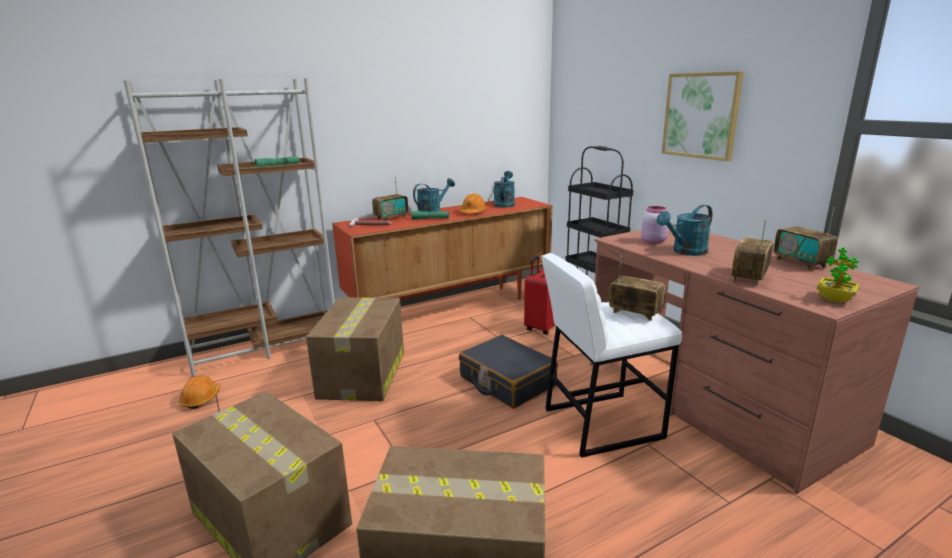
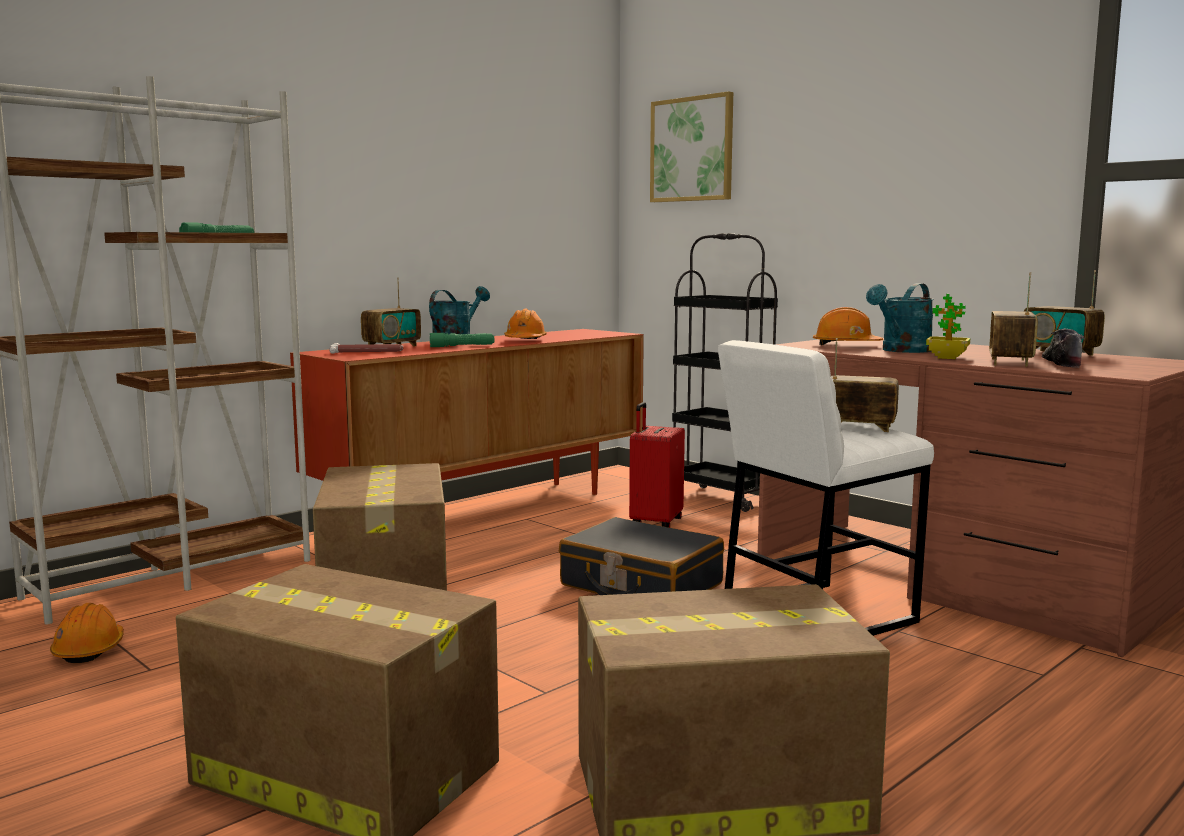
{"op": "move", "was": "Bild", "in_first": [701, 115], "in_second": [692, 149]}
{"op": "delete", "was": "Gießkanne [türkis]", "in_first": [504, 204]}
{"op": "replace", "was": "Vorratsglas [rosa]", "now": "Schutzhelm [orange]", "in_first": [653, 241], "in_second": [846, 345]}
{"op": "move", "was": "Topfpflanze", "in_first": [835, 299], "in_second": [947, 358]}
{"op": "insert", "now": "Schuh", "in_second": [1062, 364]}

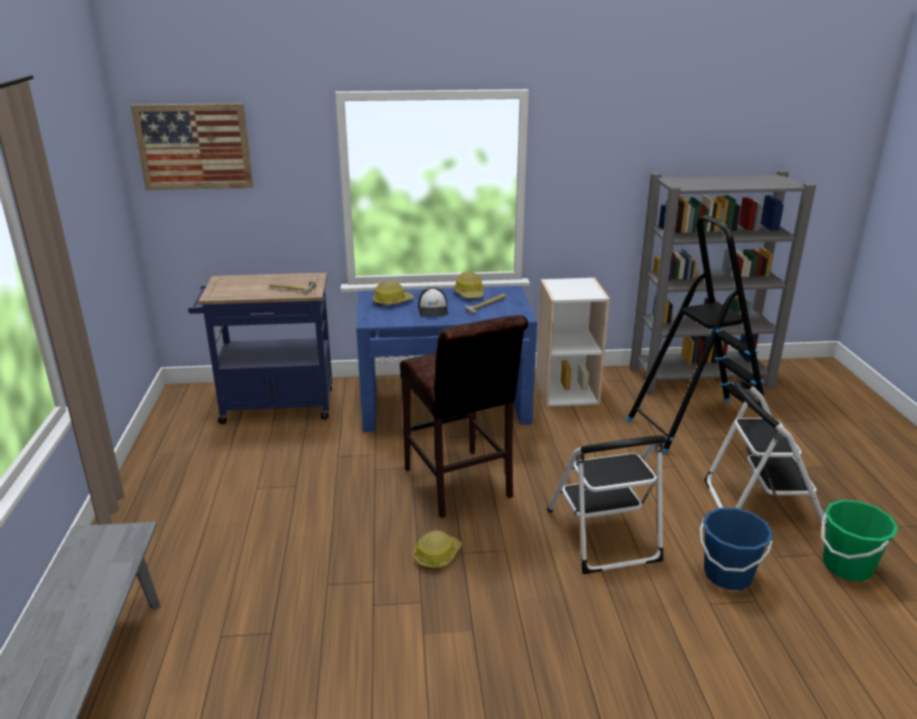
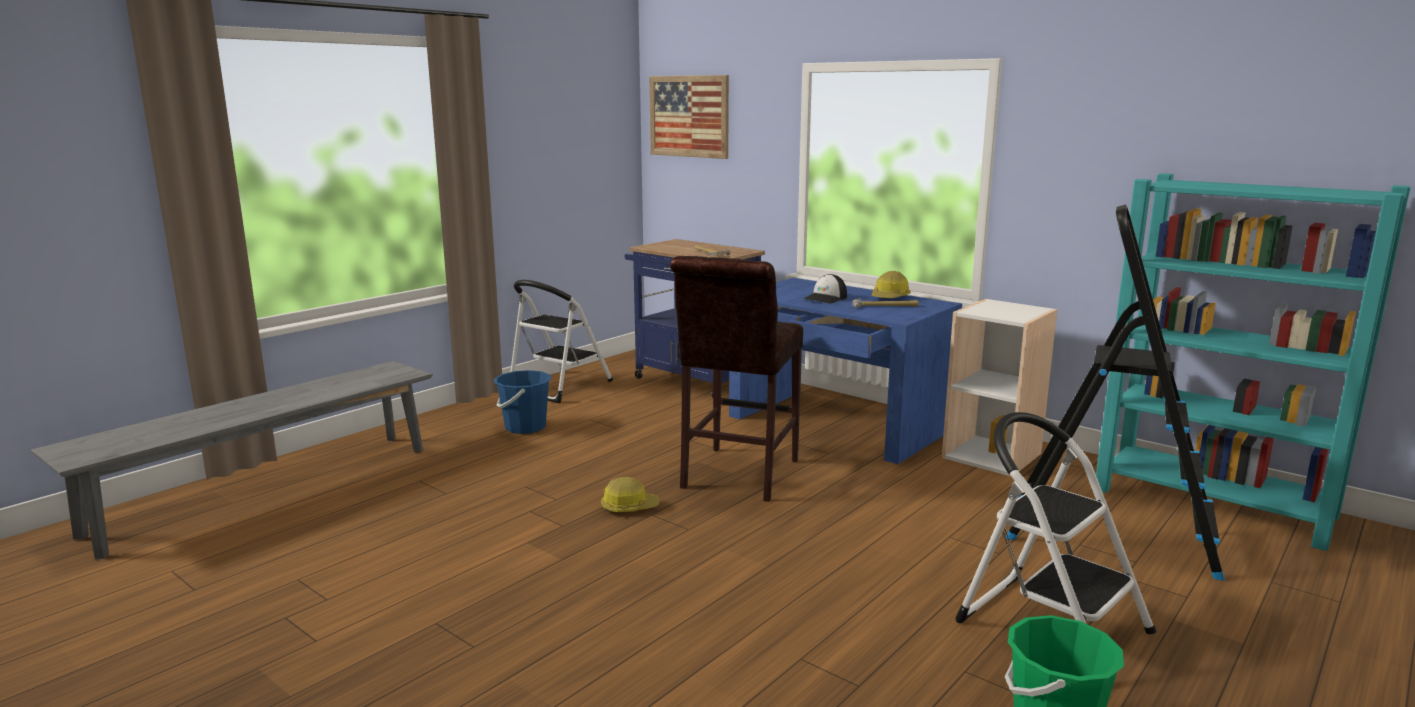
{"op": "recolor", "was": "Bücherregal [grau]", "now": "Bücherregal [türkis]", "in_first": [700, 378], "in_second": [1213, 502]}
{"op": "delete", "was": "Schutzhelm", "in_first": [392, 301]}
{"op": "move", "was": "Trittleiter", "in_first": [603, 537], "in_second": [558, 387]}
{"op": "move", "was": "Eimer [blau]", "in_first": [728, 575], "in_second": [525, 427]}

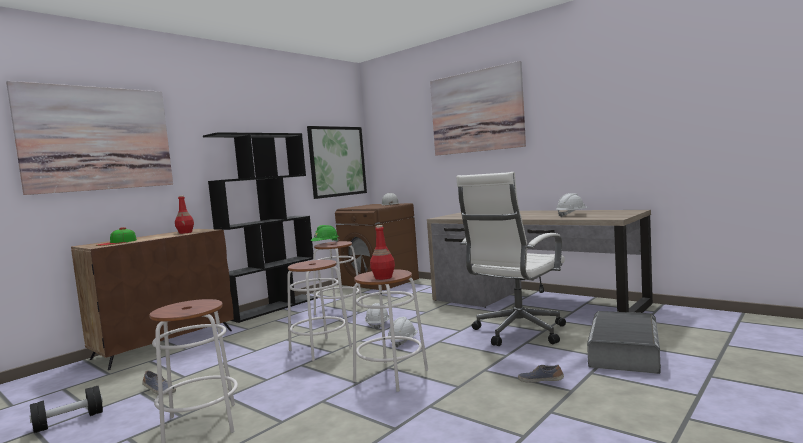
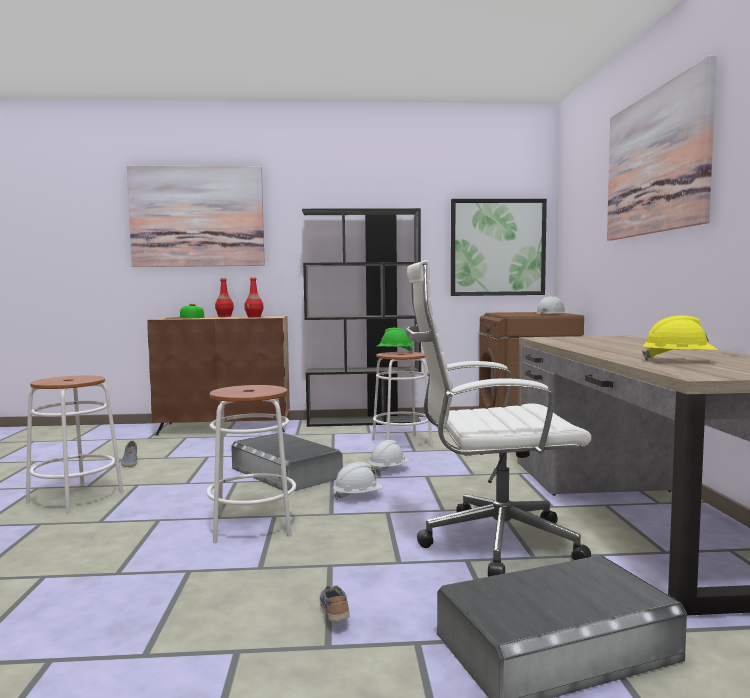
{"op": "recolor", "was": "Schutzhelm [weiß]", "now": "Schutzhelm [gelb]", "in_first": [571, 215], "in_second": [679, 361]}
{"op": "move", "was": "Flasche [rot]", "in_first": [383, 277], "in_second": [224, 316]}
{"op": "replace", "was": "Hocker [weiß]", "now": "Aufbewahrungsbox [grau]", "in_first": [320, 348], "in_second": [286, 473]}
{"op": "delete", "was": "Hantel [schwarz]", "in_first": [69, 421]}

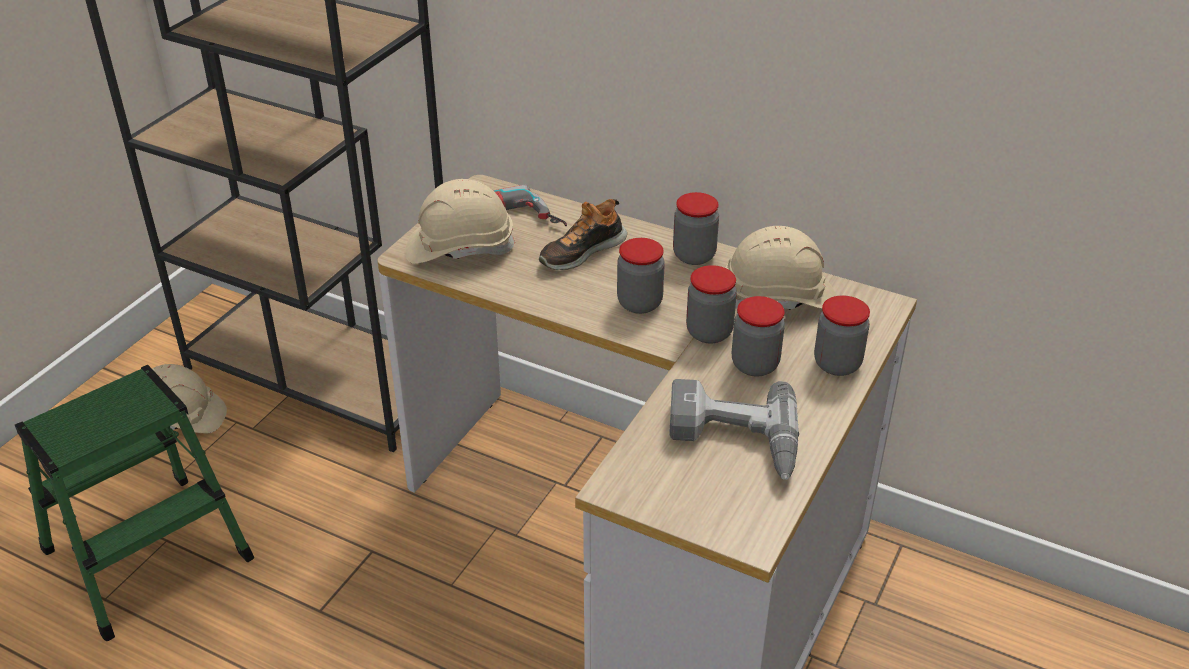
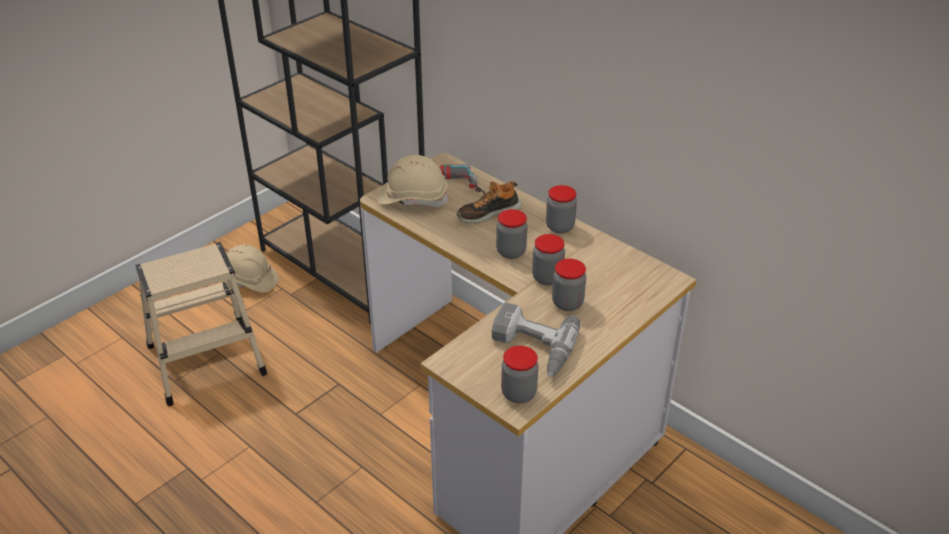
{"op": "delete", "was": "Schutzhelm [beige]", "in_first": [779, 297]}
{"op": "move", "was": "Vorratsglas", "in_first": [837, 364], "in_second": [518, 393]}
{"op": "recolor", "was": "Trittleiter [grün]", "now": "Trittleiter [beige]", "in_first": [147, 552], "in_second": [206, 358]}

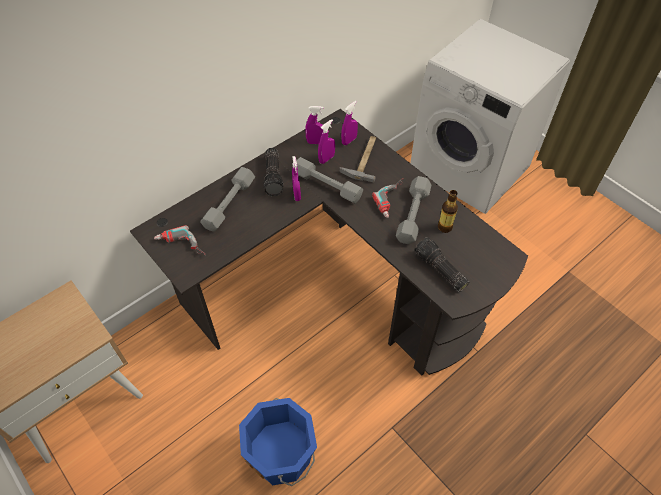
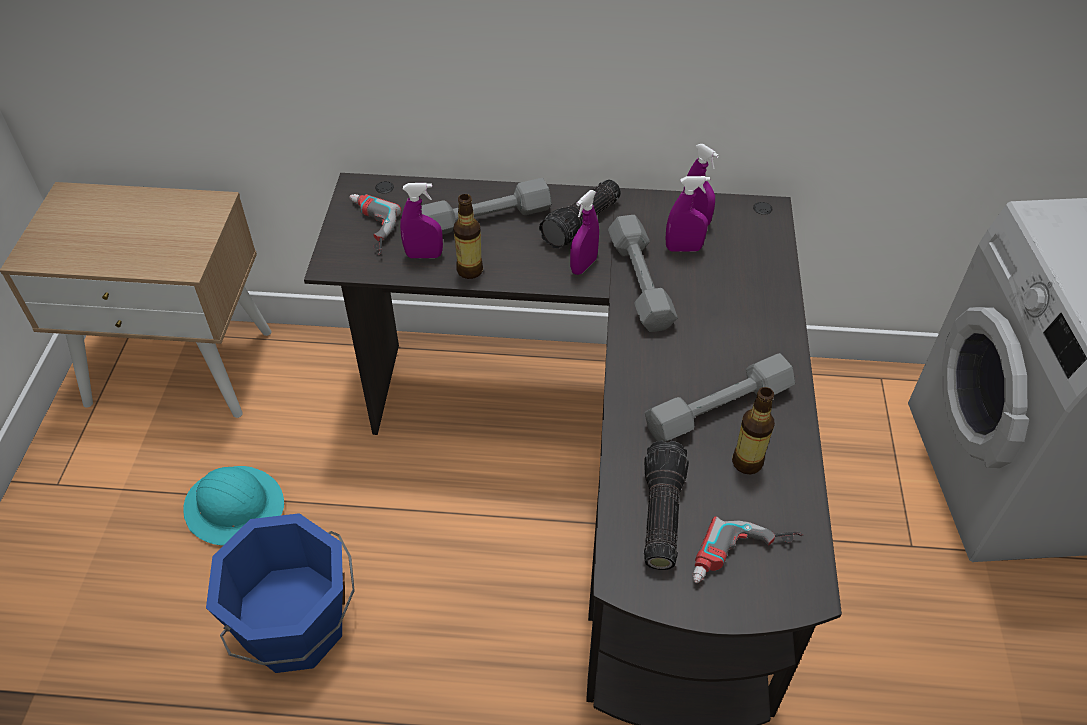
{"op": "move", "was": "Sprühflasche [lila]", "in_first": [349, 140], "in_second": [424, 255]}
{"op": "delete", "was": "Hammer", "in_first": [364, 158]}
{"op": "move", "was": "Bohrmaschine", "in_first": [393, 200], "in_second": [745, 561]}
{"op": "insert", "now": "Flasche", "in_second": [470, 270]}
{"op": "insert", "now": "Schutzhelm [türkis]", "in_second": [235, 507]}

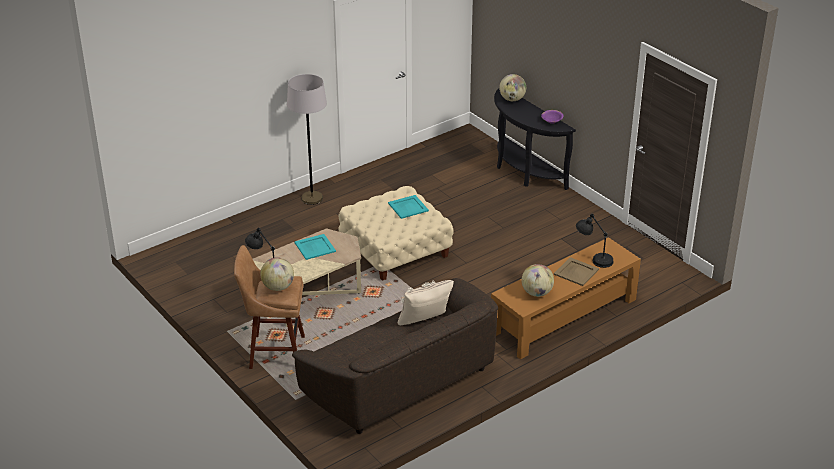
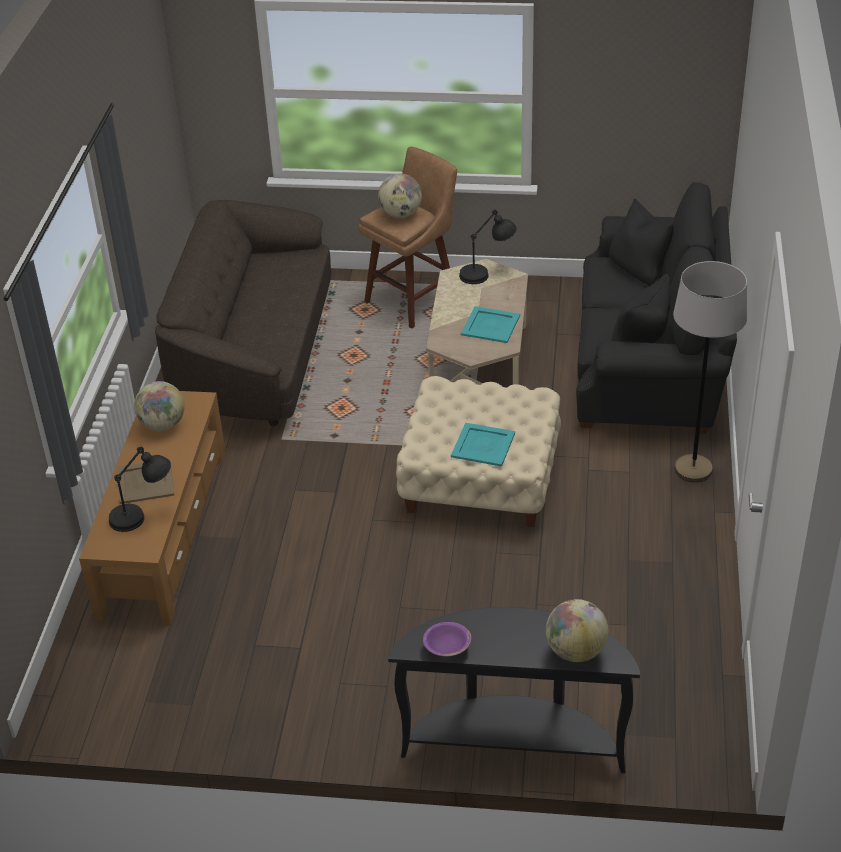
{"op": "delete", "was": "Kissen [beige]", "in_first": [424, 321]}
{"op": "insert", "now": "Sofa [schwarz]", "in_second": [650, 361]}

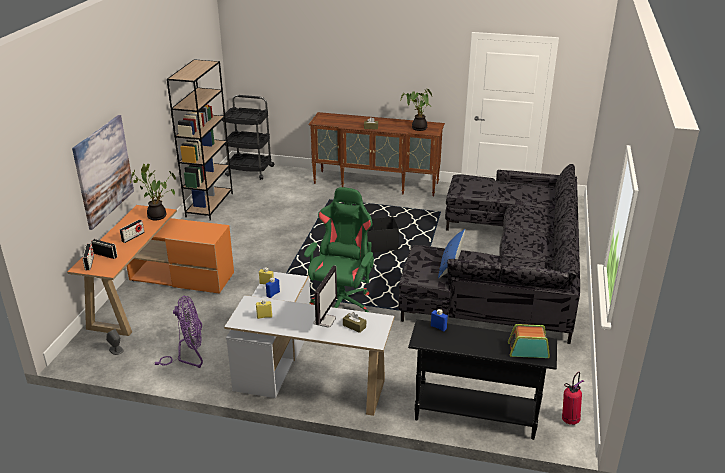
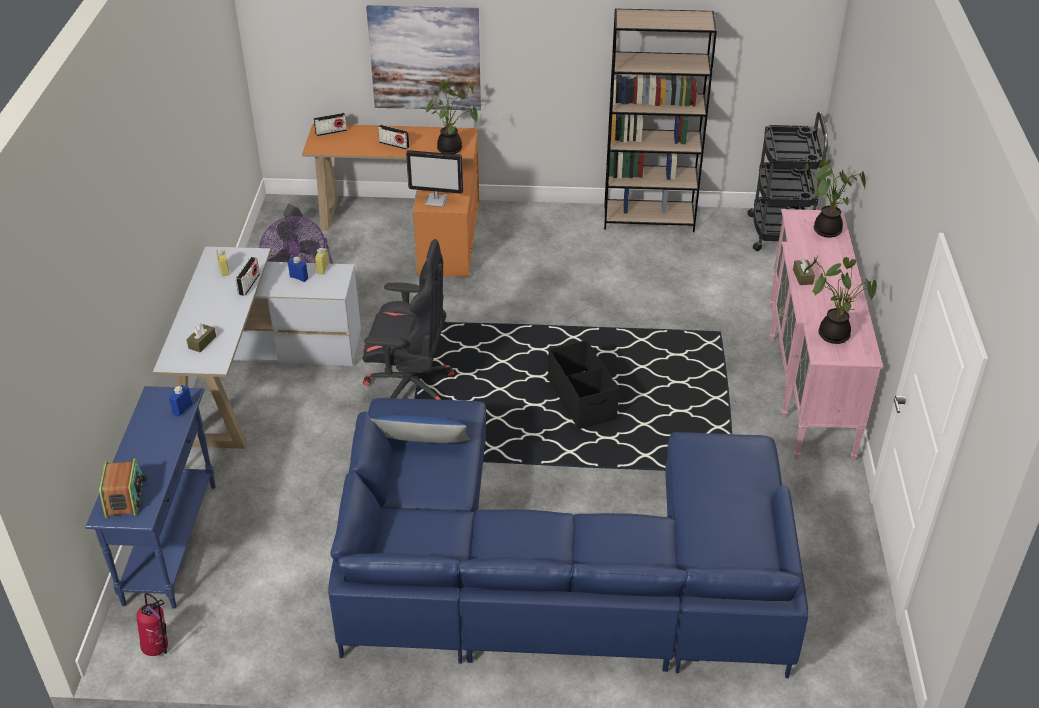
{"op": "recolor", "was": "Schrank [braun]", "now": "Schrank [rosa]", "in_first": [376, 184], "in_second": [807, 379]}
{"op": "recolor", "was": "Sofa [schwarz]", "now": "Sofa [blau]", "in_first": [507, 268], "in_second": [557, 574]}
{"op": "recolor", "was": "Bürostuhl [grün]", "now": "Bürostuhl [schwarz]", "in_first": [341, 305], "in_second": [409, 388]}
{"op": "move", "was": "Radio", "in_first": [105, 255], "in_second": [249, 284]}
{"op": "move", "was": "Monitor", "in_first": [324, 320], "in_second": [436, 200]}
{"op": "recolor", "was": "Konsolentisch [schwarz]", "now": "Konsolentisch [blau]", "in_first": [475, 416], "in_second": [171, 542]}
{"op": "insert", "now": "Topfpflanze", "in_second": [825, 229]}

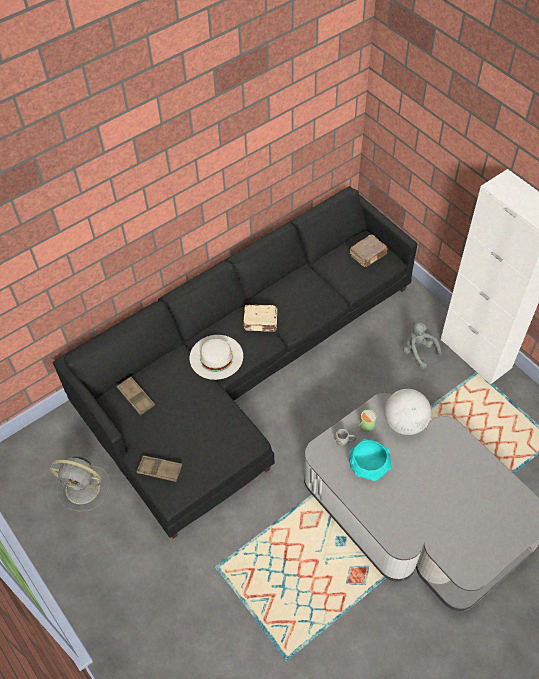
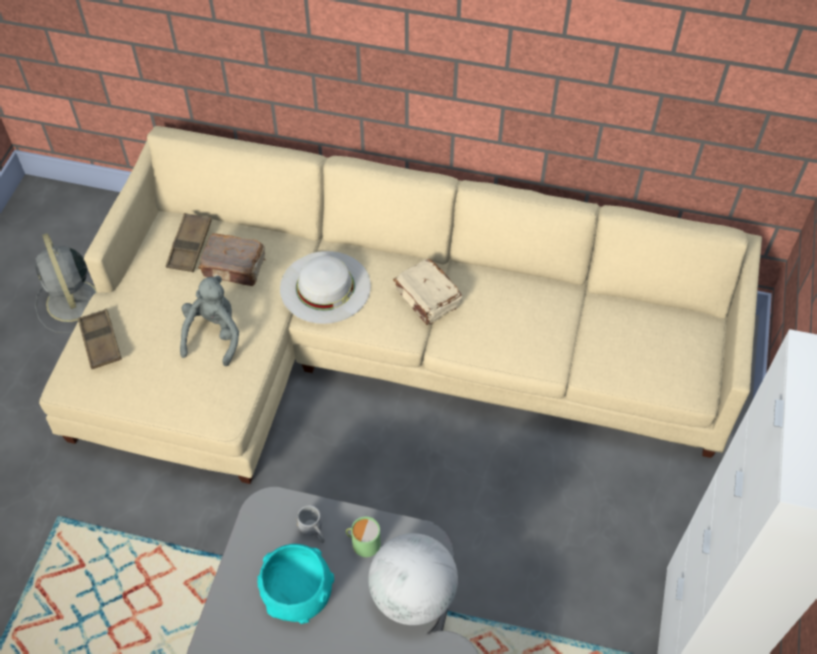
{"op": "recolor", "was": "Sofa [schwarz]", "now": "Sofa [beige]", "in_first": [240, 368], "in_second": [380, 343]}
{"op": "move", "was": "Buch [braun]", "in_first": [368, 255], "in_second": [234, 267]}
{"op": "move", "was": "Plüschtier [grau]", "in_first": [418, 352], "in_second": [214, 335]}

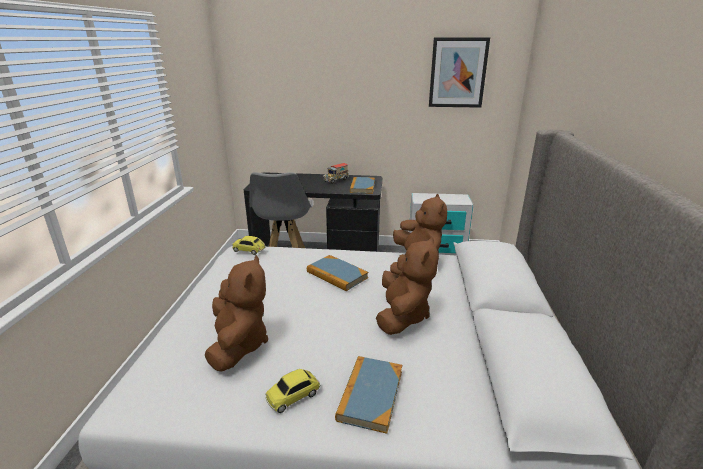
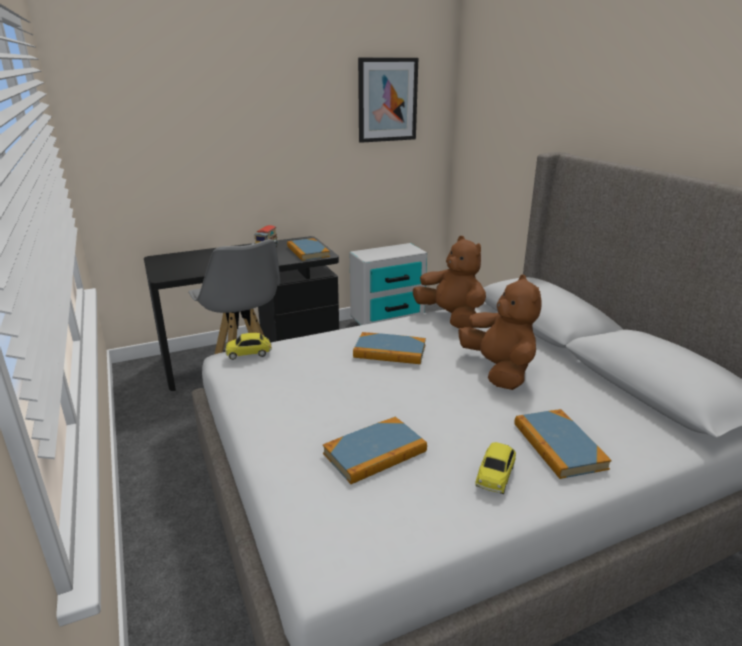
{"op": "replace", "was": "Plüschtier [braun]", "now": "Buch", "in_first": [238, 345], "in_second": [375, 453]}

